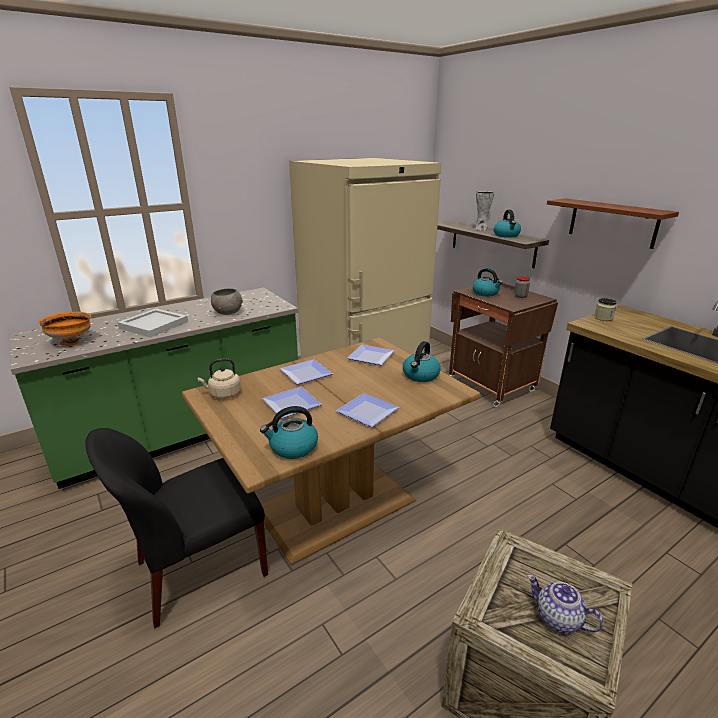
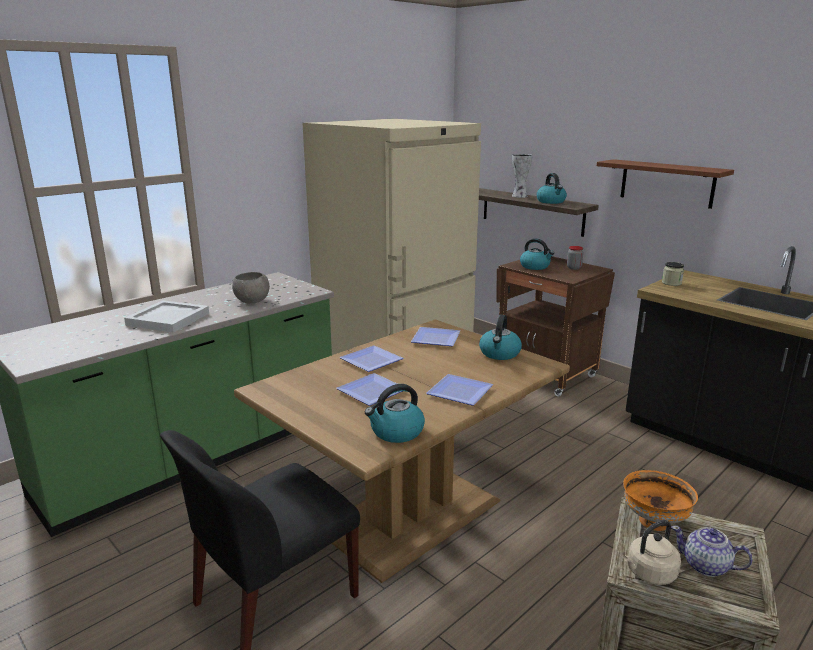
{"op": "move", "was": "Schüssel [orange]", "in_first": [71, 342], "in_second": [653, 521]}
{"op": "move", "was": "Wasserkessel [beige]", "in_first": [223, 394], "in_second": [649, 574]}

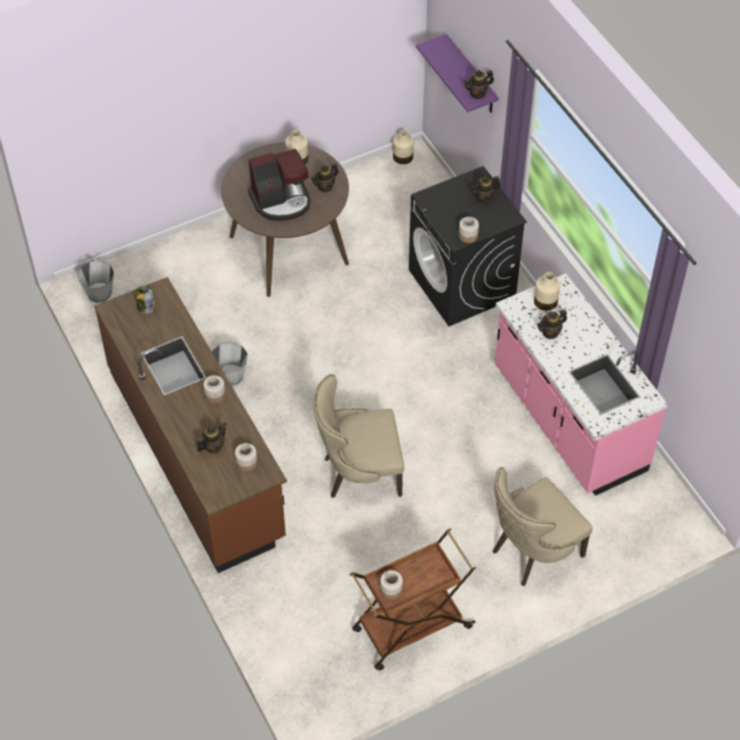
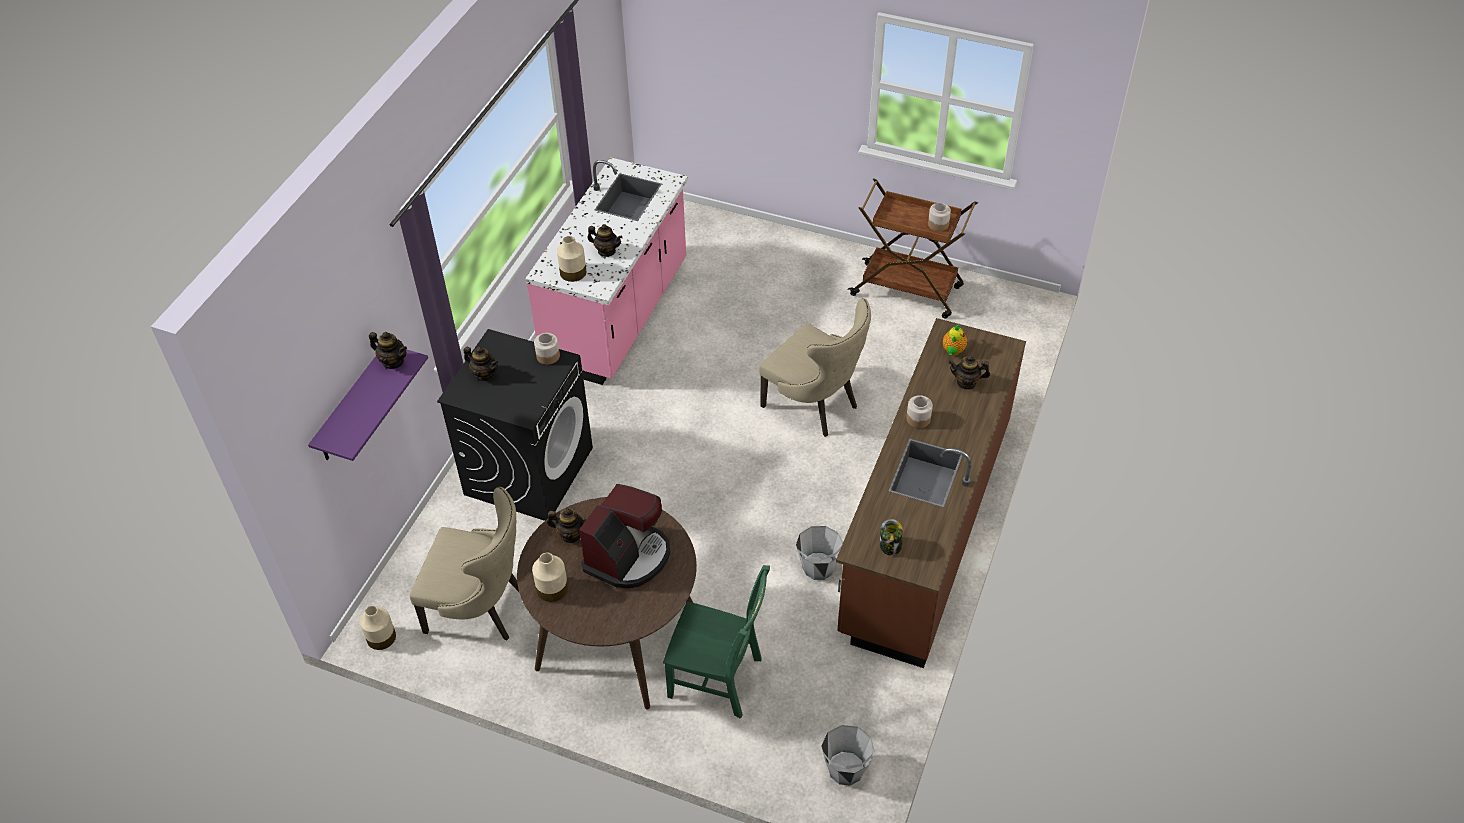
{"op": "rotate", "was": "Kaffeemaschine", "in_first": [281, 201], "in_second": [628, 556], "clockwise": 90}
{"op": "replace", "was": "Vorratsglas", "now": "Teekanne", "in_first": [247, 462], "in_second": [953, 351]}
{"op": "move", "was": "Stuhl [beige]", "in_first": [532, 552], "in_second": [481, 609]}
{"op": "insert", "now": "Stuhl [grün]", "in_second": [719, 679]}

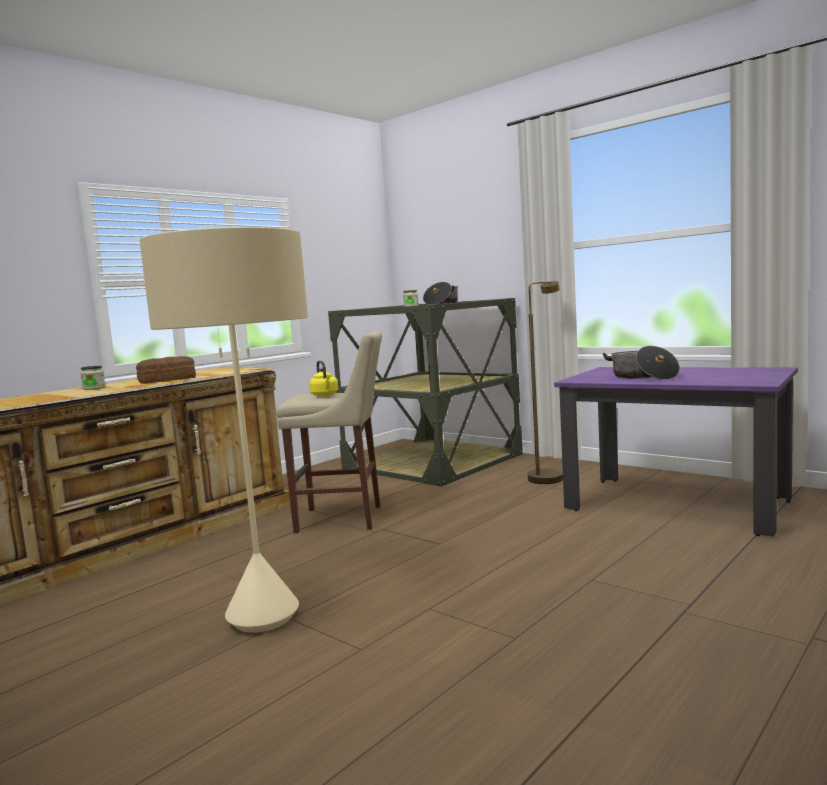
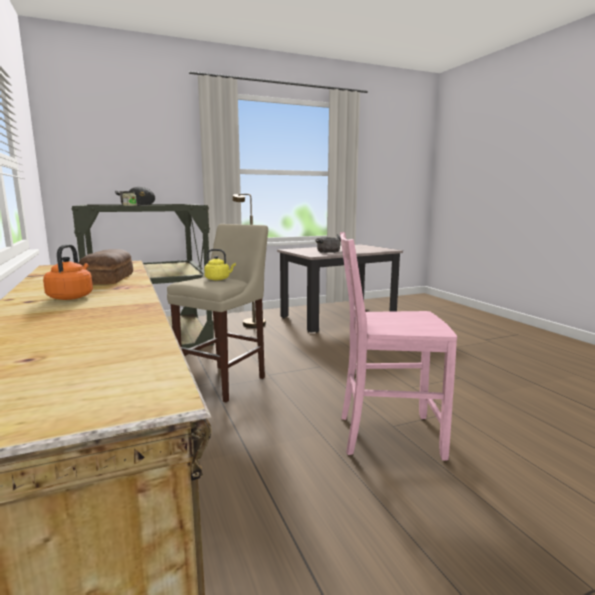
{"op": "replace", "was": "Stehlampe [beige]", "now": "Stuhl [rosa]", "in_first": [263, 618], "in_second": [386, 435]}
{"op": "replace", "was": "Vorratsglas", "now": "Wasserkessel [orange]", "in_first": [94, 388], "in_second": [72, 297]}
{"op": "recolor", "was": "Esstisch [lila]", "now": "Esstisch [beige]", "in_first": [676, 504], "in_second": [338, 318]}

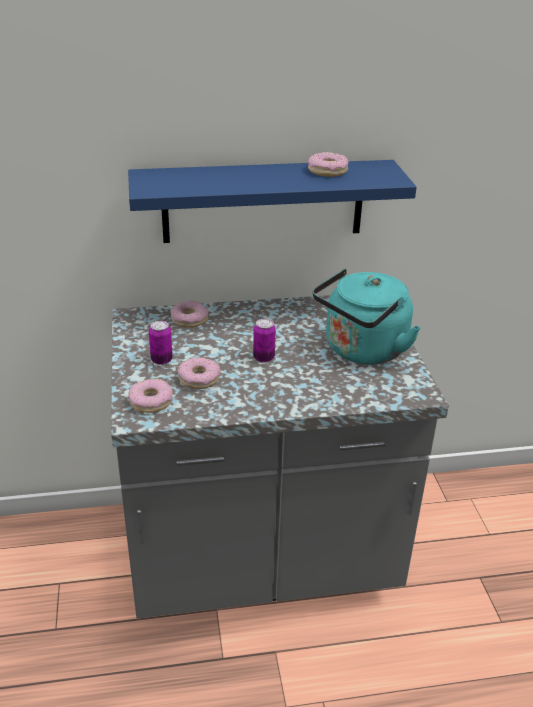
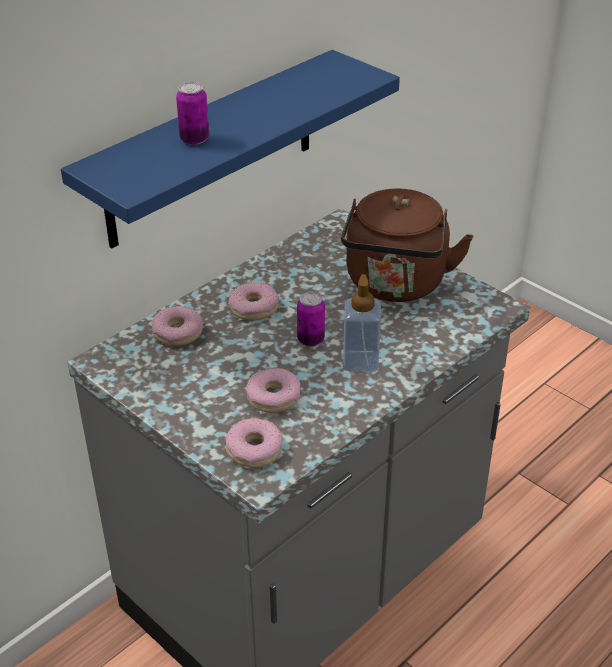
{"op": "move", "was": "Donut", "in_first": [327, 171], "in_second": [254, 308]}
{"op": "recolor", "was": "Wasserkessel [türkis]", "now": "Wasserkessel [braun]", "in_first": [362, 351], "in_second": [396, 285]}
{"op": "move", "was": "Dose", "in_first": [161, 360], "in_second": [194, 139]}
{"op": "insert", "now": "Seifenspender", "in_second": [360, 361]}

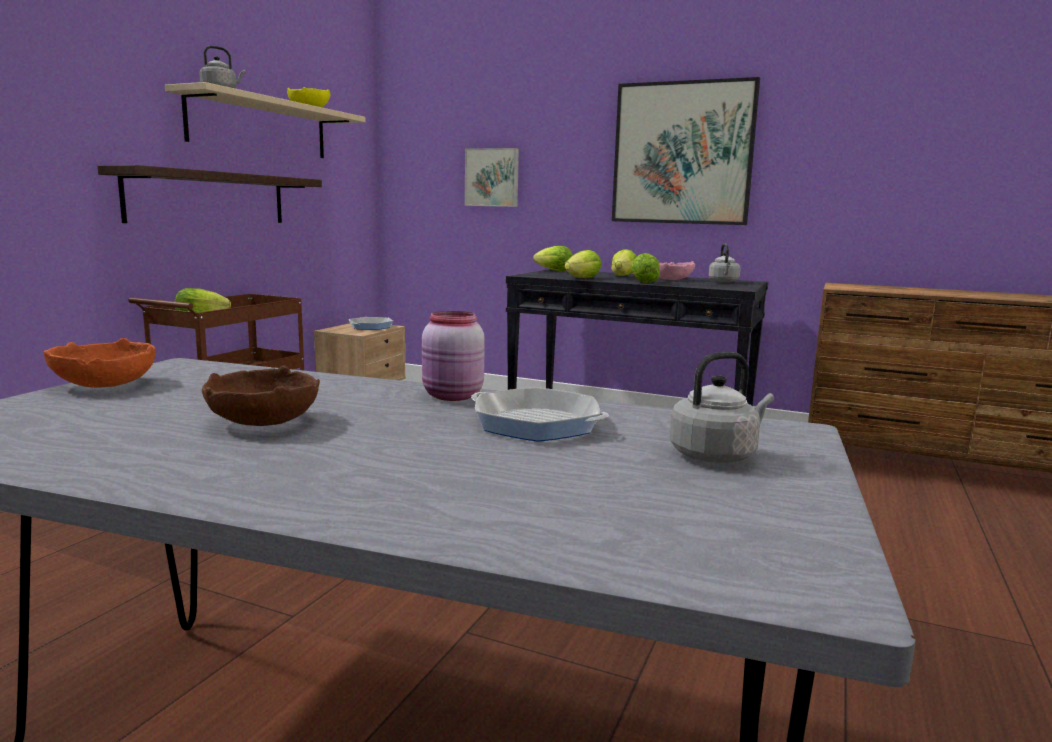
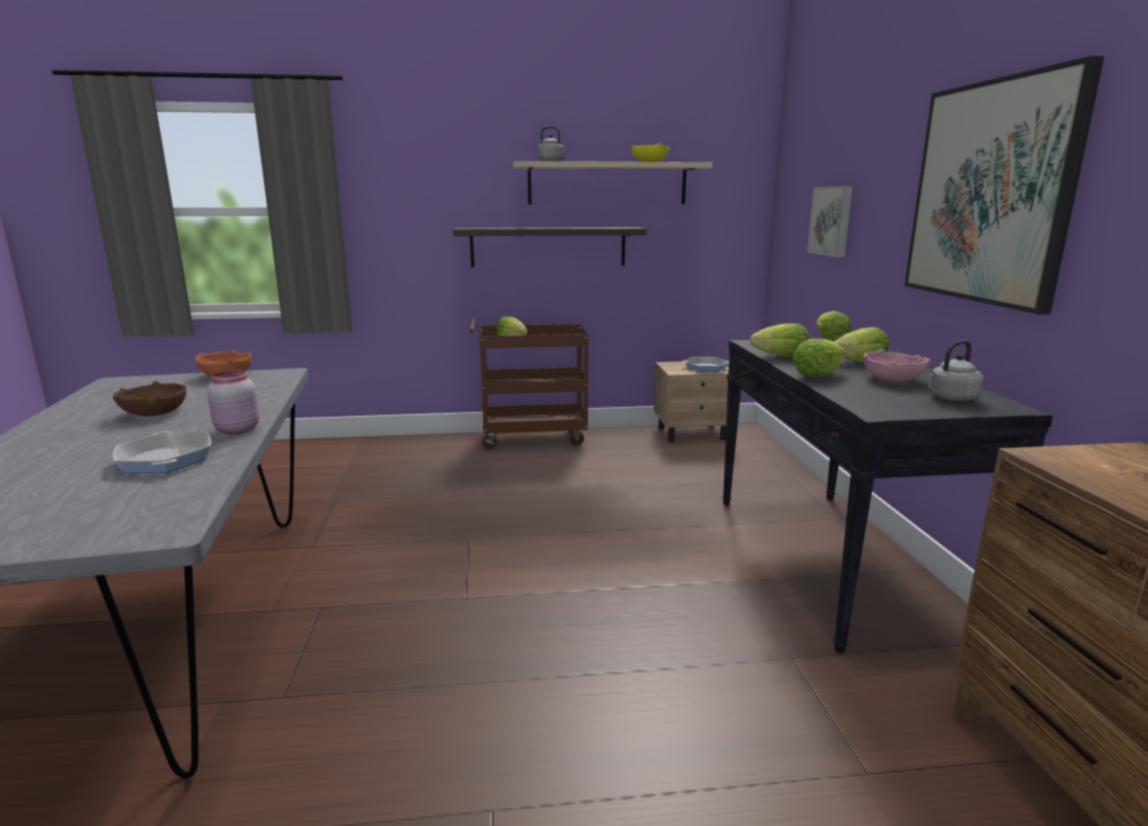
{"op": "delete", "was": "Wasserkessel [grau]", "in_first": [716, 455]}
{"op": "rotate", "was": "Pfanne", "in_first": [536, 424], "in_second": [165, 459], "clockwise": 150}

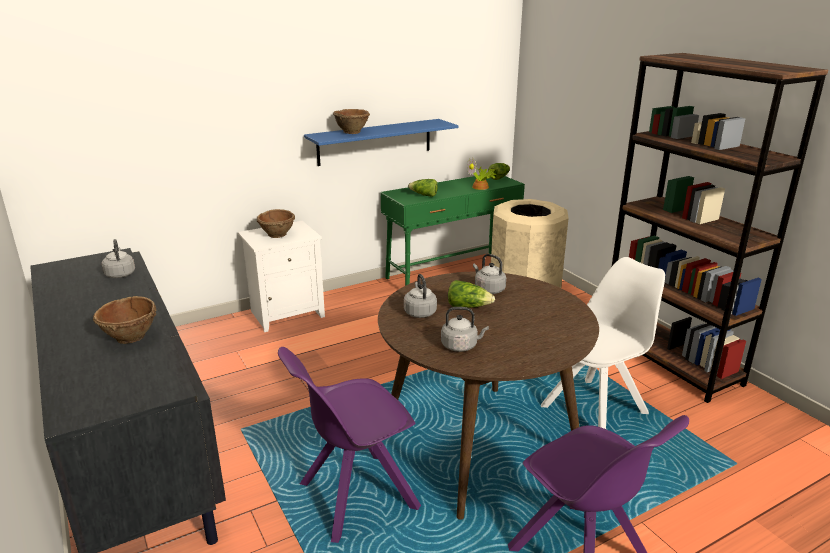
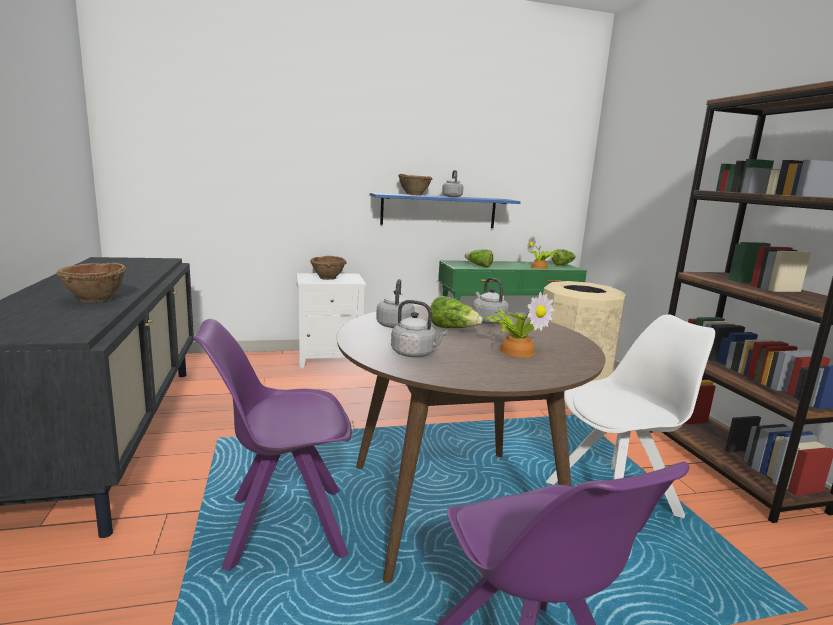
{"op": "move", "was": "Wasserkessel [grau]", "in_first": [120, 274], "in_second": [451, 196]}
{"op": "insert", "now": "Topfpflanze", "in_second": [517, 350]}

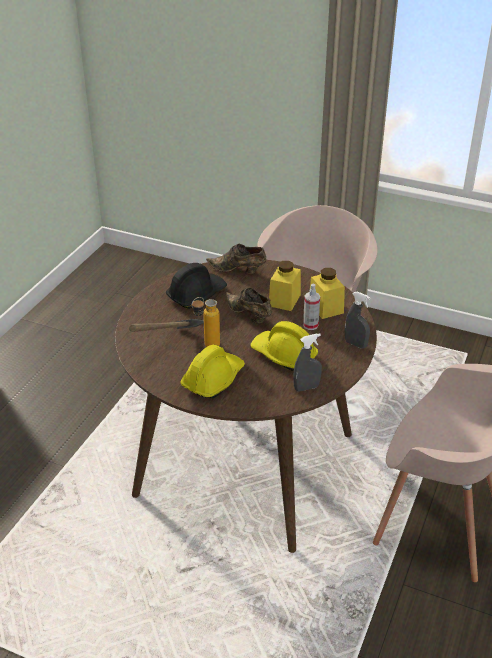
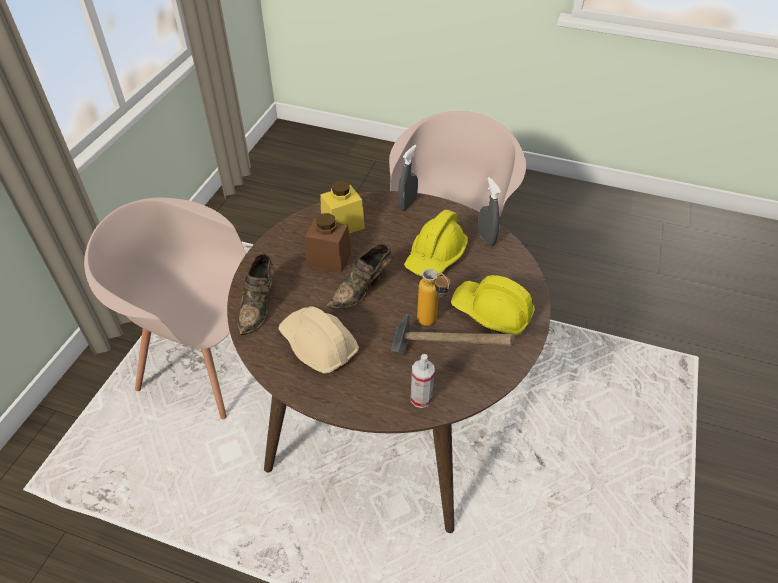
{"op": "recolor", "was": "Vorratsglas [gelb]", "now": "Vorratsglas [braun]", "in_first": [284, 300], "in_second": [329, 259]}
{"op": "recolor", "was": "Schutzhelm [schwarz]", "now": "Schutzhelm [beige]", "in_first": [196, 295], "in_second": [318, 345]}
{"op": "move", "was": "Sprühflasche", "in_first": [310, 325], "in_second": [421, 398]}

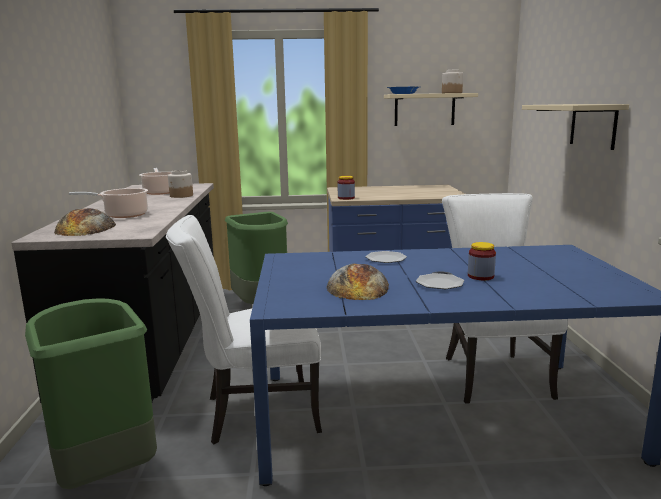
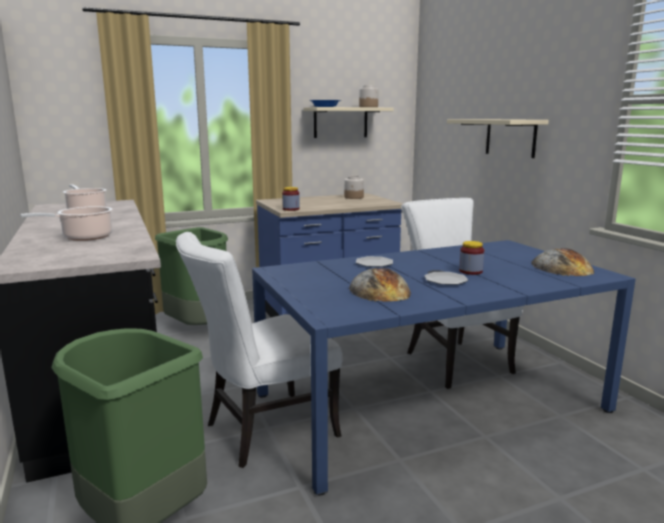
{"op": "move", "was": "Vorratsglas", "in_first": [181, 196], "in_second": [354, 197]}
{"op": "move", "was": "Brot", "in_first": [85, 228], "in_second": [561, 267]}

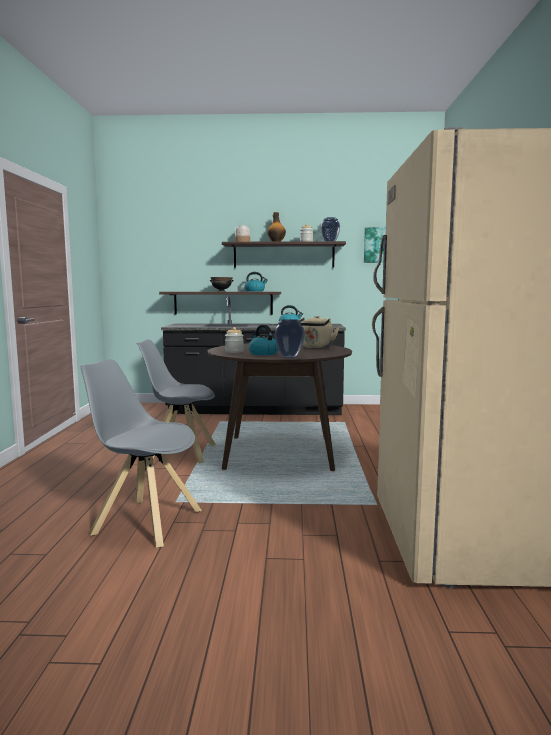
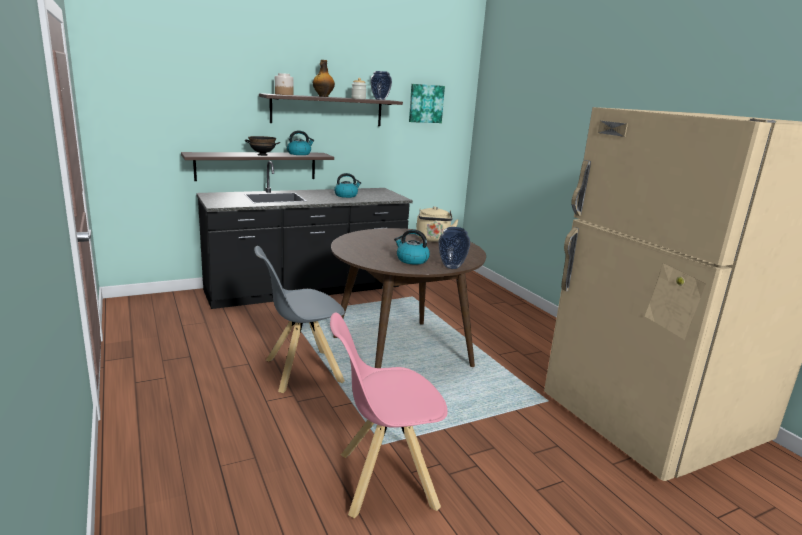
{"op": "delete", "was": "Vorratsglas", "in_first": [234, 351]}
{"op": "recolor", "was": "Stuhl [grau]", "now": "Stuhl [rosa]", "in_first": [145, 521], "in_second": [383, 480]}

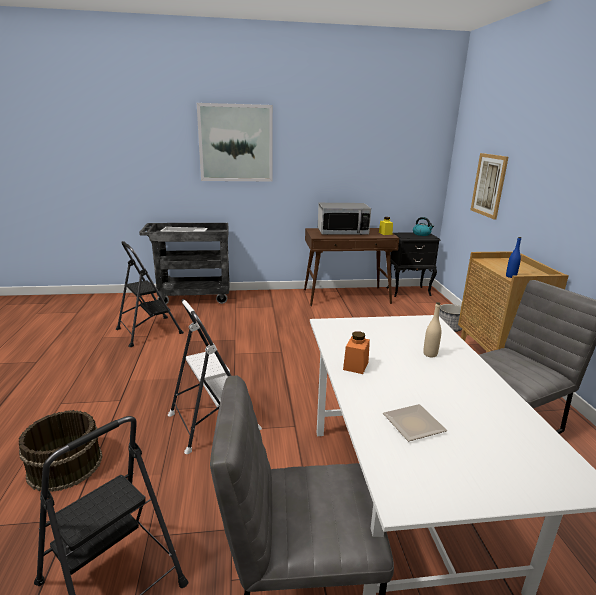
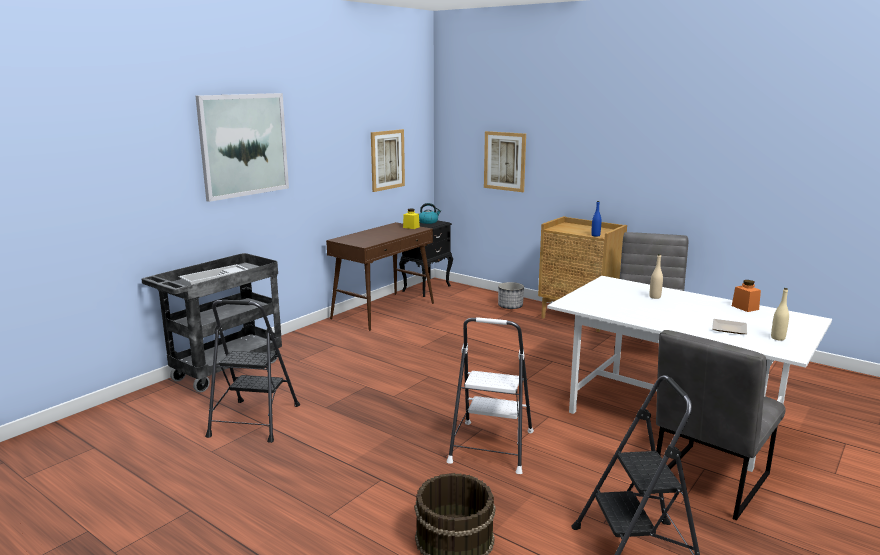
{"op": "delete", "was": "Mikrowelle", "in_first": [342, 232]}
{"op": "move", "was": "Vorratsglas [orange]", "in_first": [356, 365], "in_second": [745, 307]}
{"op": "insert", "now": "Bild", "in_second": [387, 160]}
{"op": "insert", "now": "Flasche [beige]", "in_second": [777, 338]}

